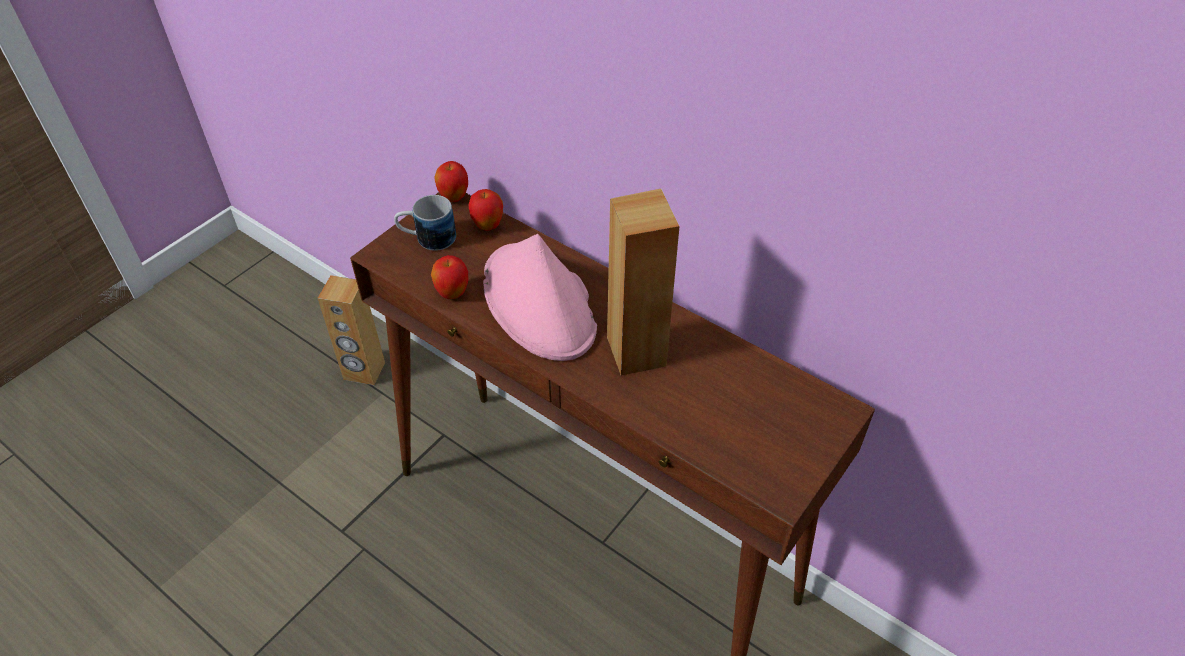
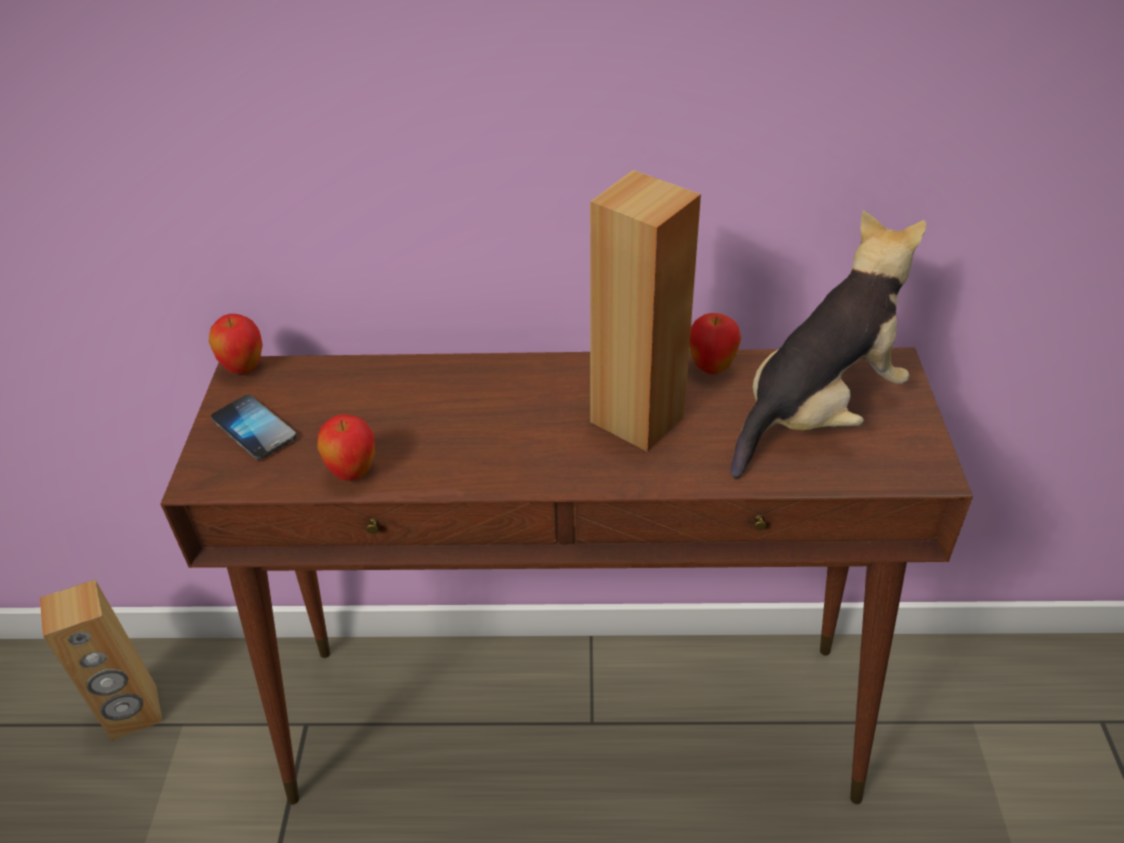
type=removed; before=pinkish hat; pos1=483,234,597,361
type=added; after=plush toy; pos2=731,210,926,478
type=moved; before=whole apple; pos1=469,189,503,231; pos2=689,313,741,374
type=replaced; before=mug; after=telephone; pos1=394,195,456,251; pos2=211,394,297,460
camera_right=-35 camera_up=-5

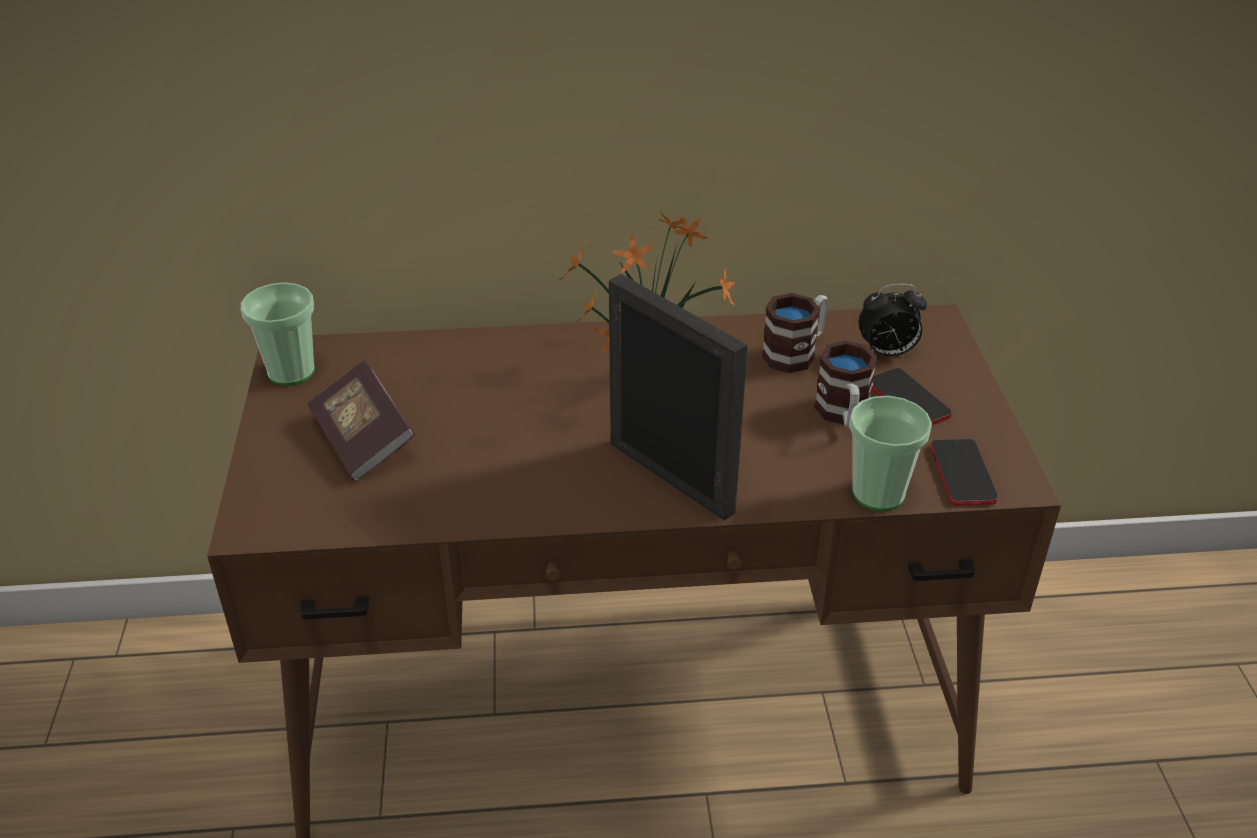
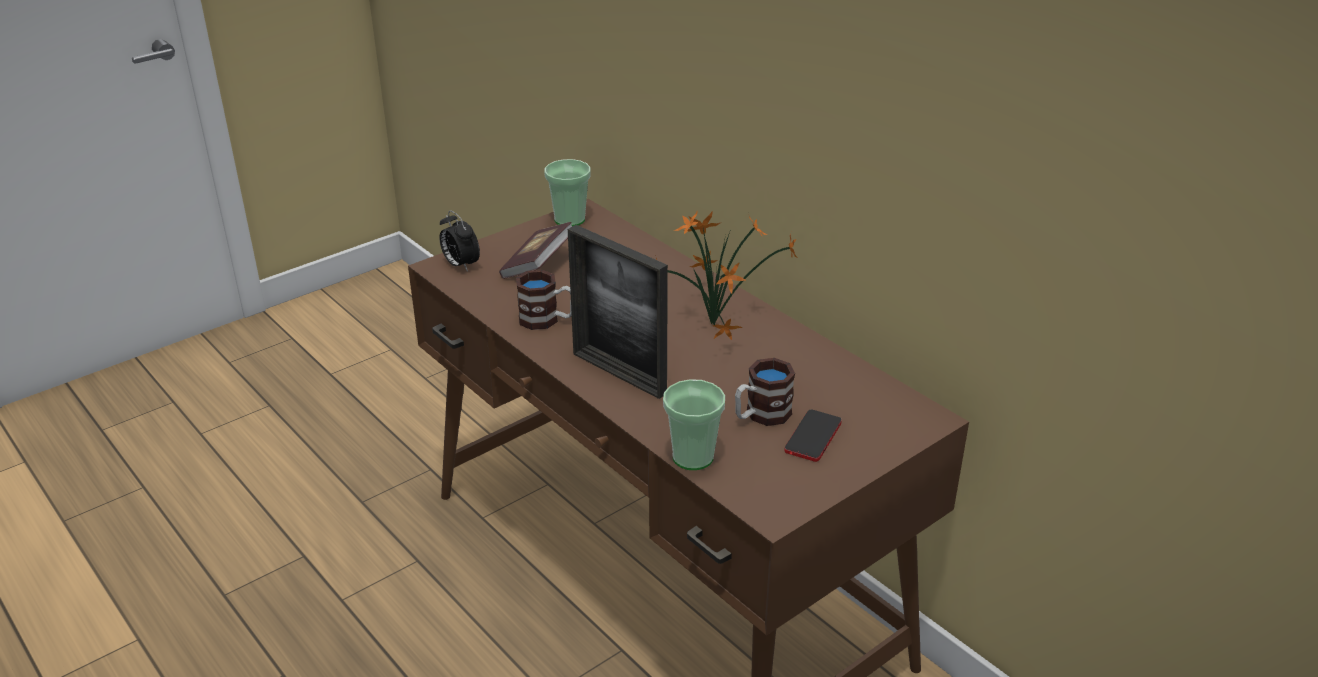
type=removed; before=telephone; pos1=930,439,998,505
type=moved; before=mug; pos1=762,293,828,373; pos2=516,270,572,330
type=moved; before=bedside clock; pos1=859,284,927,356; pos2=439,210,480,272
type=turned; before=picture frame; pos1=609,274,748,521; pos2=568,225,668,399; turn=120
camera_right=55 camera_up=-5

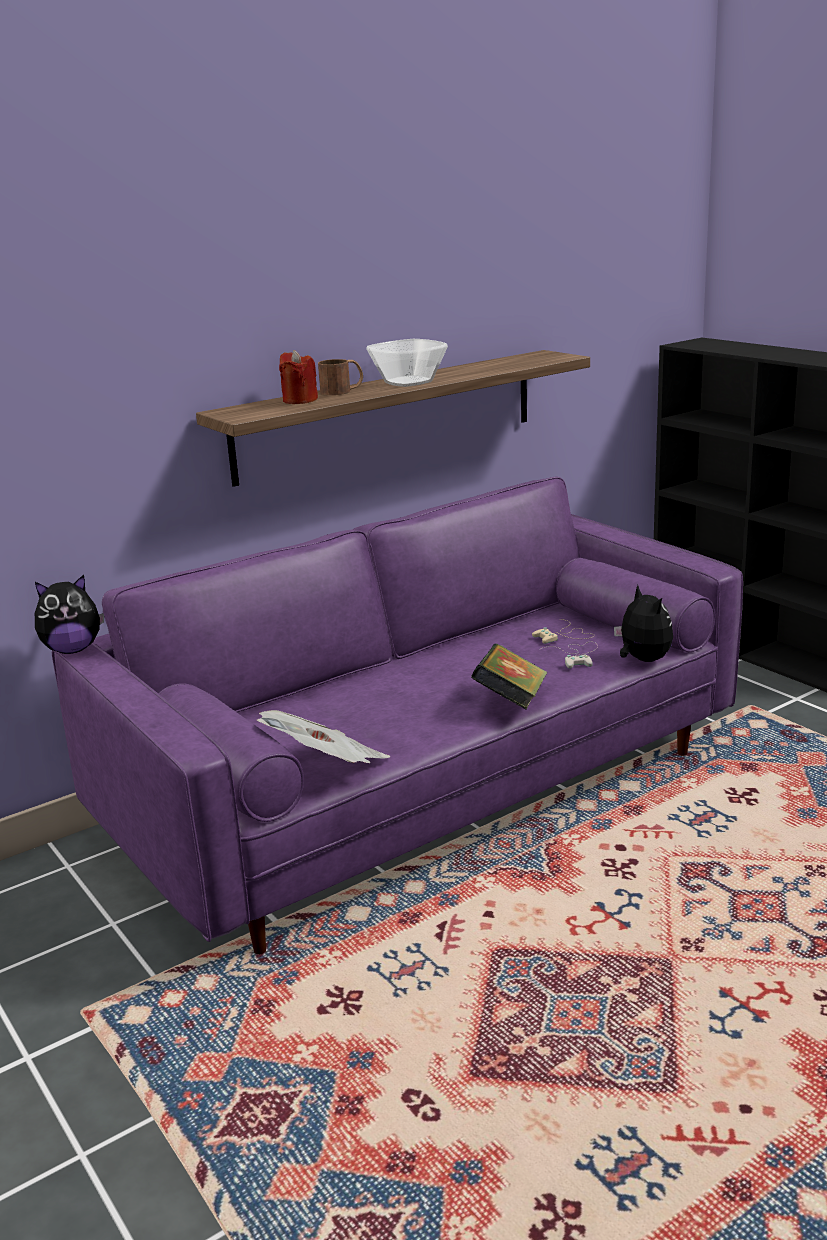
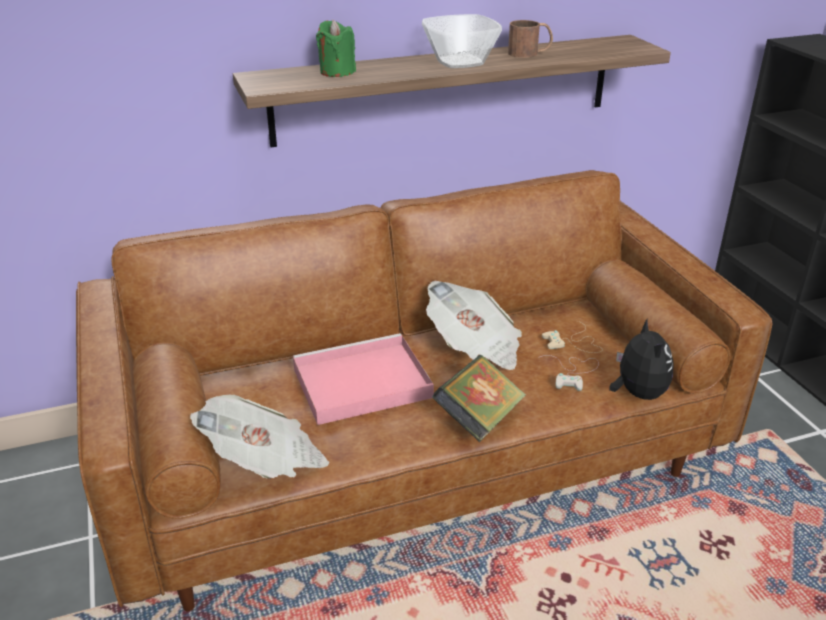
type=removed; before=plush toy; pos1=35,575,104,654
type=added; after=pinkish serving tray; pos2=293,333,434,425
type=added; after=printed paper; pos2=426,281,522,370
type=moved; before=brown mug; pos1=318,359,363,395; pos2=508,20,553,58
type=recoloured; before=purple settee; after=brown settee; pos1=52,477,743,954; pos2=76,170,772,611
type=recoloured; before=red-coloured candle; after=green candle; pos1=279,350,318,404; pos2=316,20,356,77
camera_right=15 camera_up=10

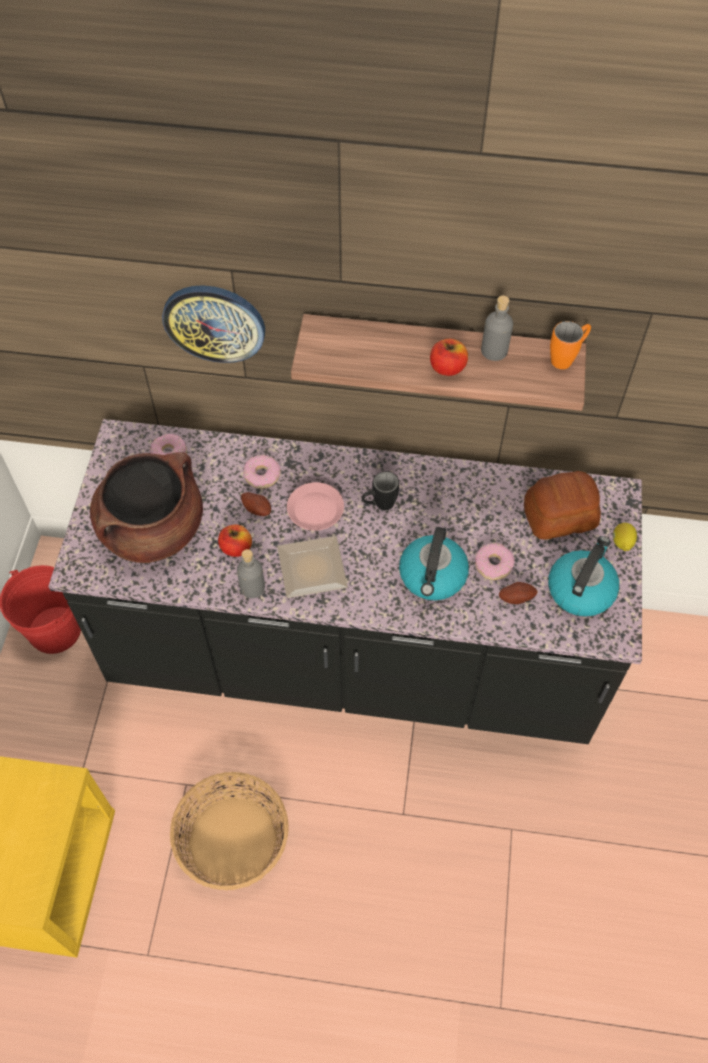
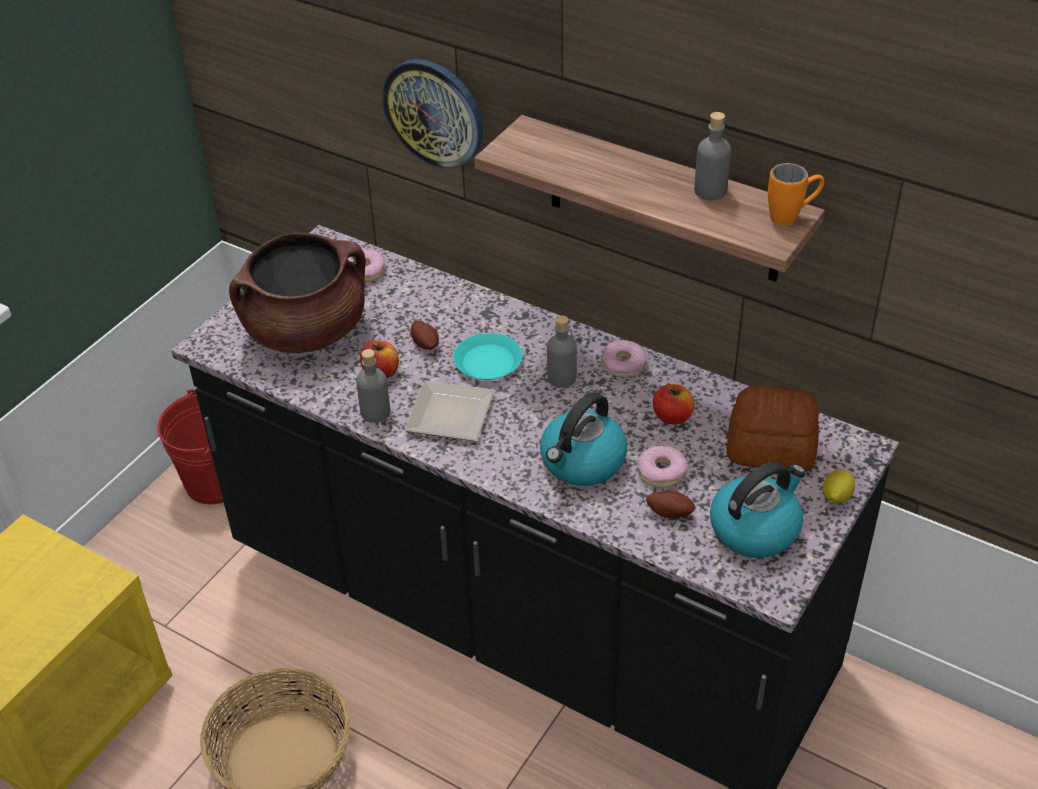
type=moved; before=donut; pos1=243,455,280,489; pos2=600,340,647,378
type=moved; before=whole apple; pos1=430,339,468,376; pos2=653,384,695,425
type=replaced; before=black-coloured mug; after=greyish bottle; pos1=362,471,399,510; pos2=547,315,577,388
type=recoloured; before=pinkish plate; after=turquoise plate; pos1=287,482,344,531; pos2=453,333,523,380
camera_right=25 camera_up=-15

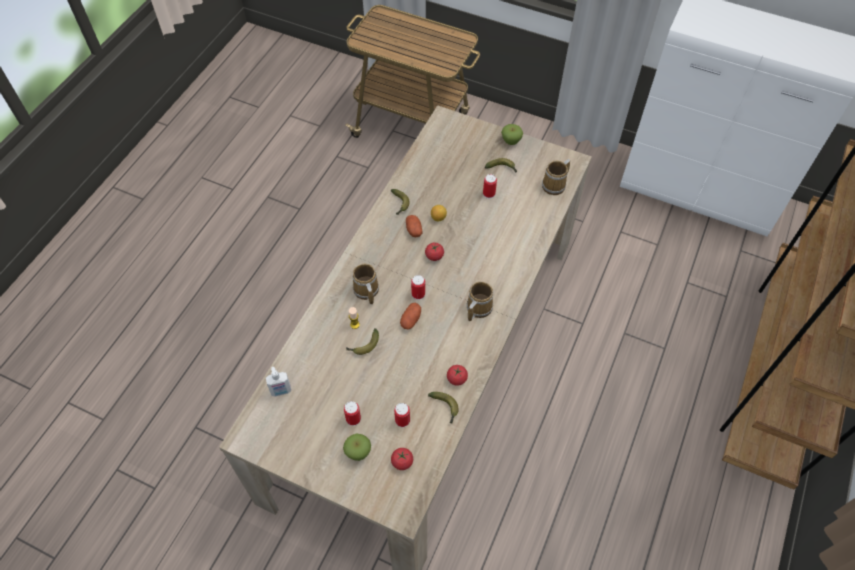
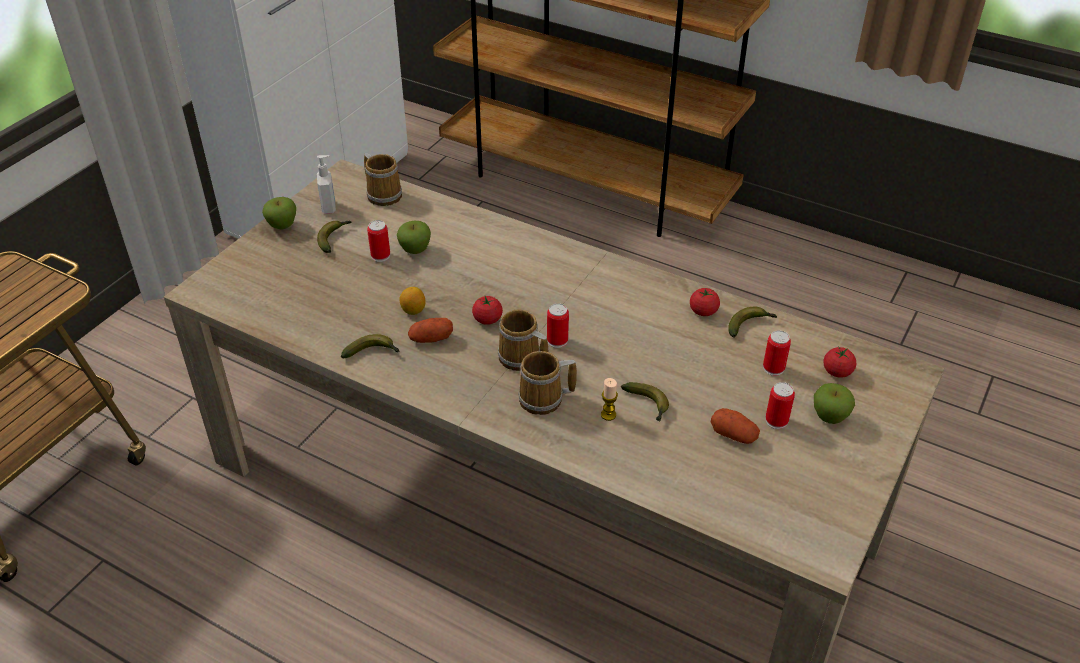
type=added; after=whole apple; pos2=397,220,431,254
type=moved; before=liquid soap bottle; pos1=266,367,291,397; pos2=317,155,336,214
type=moved; before=whole potato; pos1=400,303,421,330; pos2=711,408,760,444
type=moved; before=mug; pos1=467,282,494,321; pos2=498,309,548,371
camera_right=-85 camera_up=-15

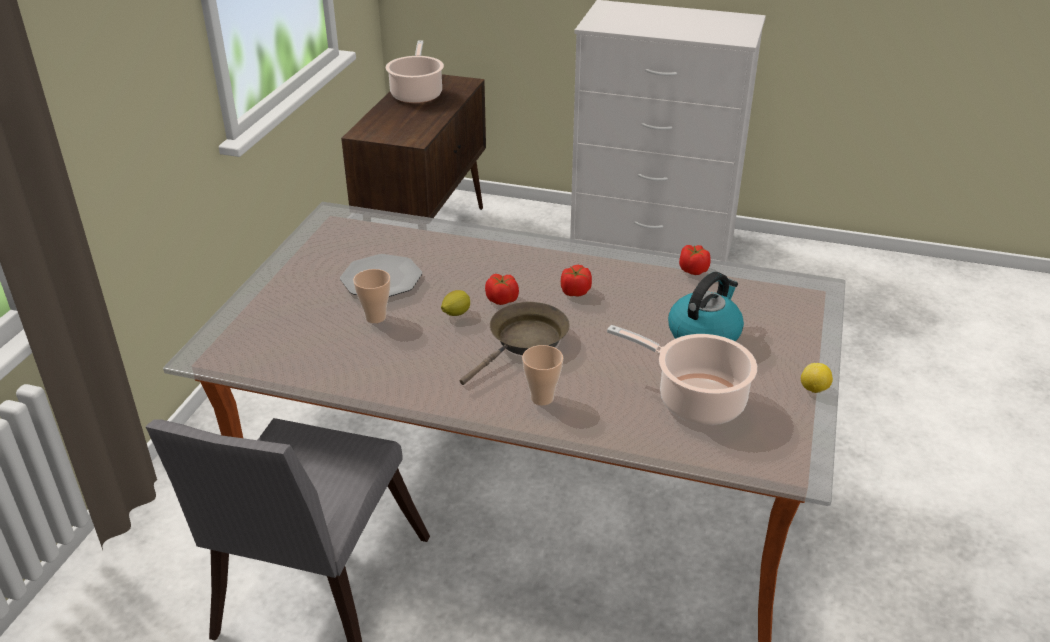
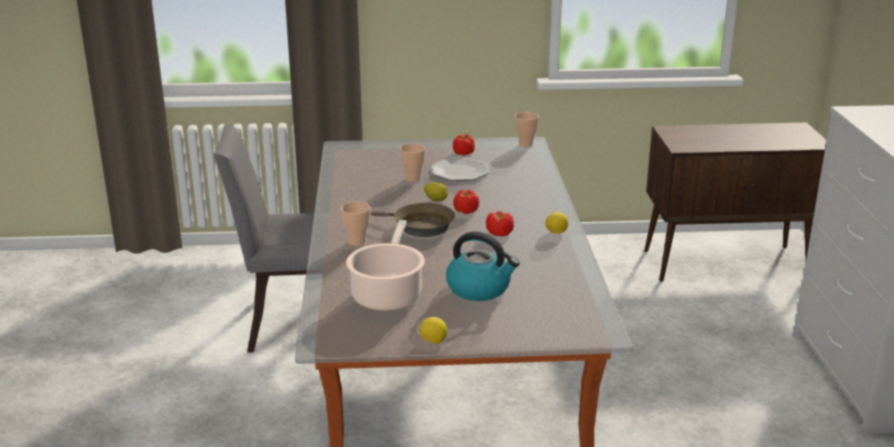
type=removed; before=cooking pot; pos1=386,40,444,103
type=added; after=cup; pos2=515,112,539,147
type=added; after=whole lemon; pos2=546,212,568,234
type=moved; before=tomato; pos1=679,245,711,275; pos2=453,134,475,156
camera_right=70 camera_up=-10

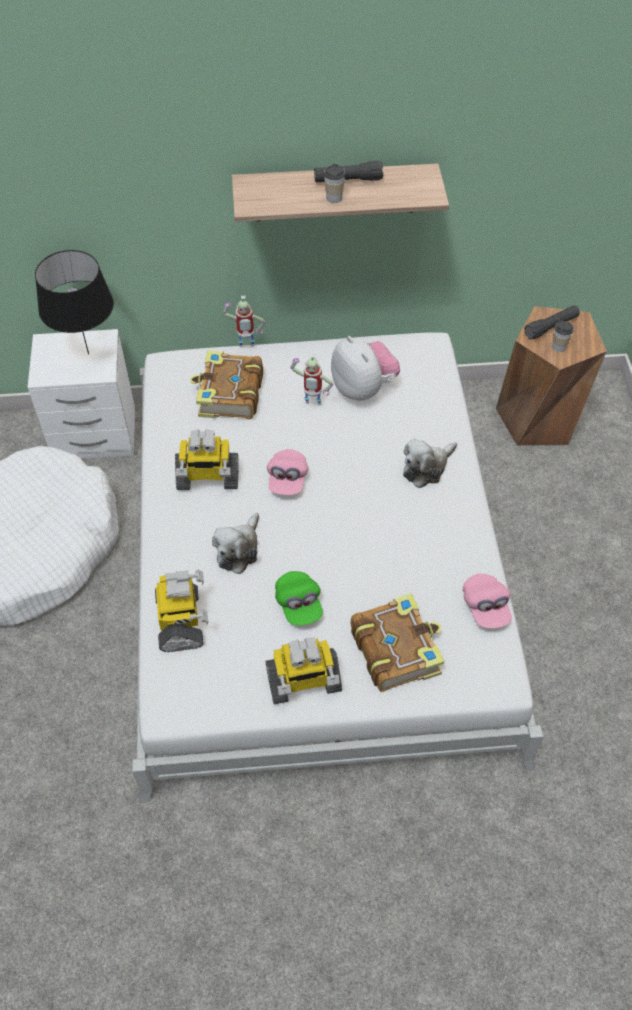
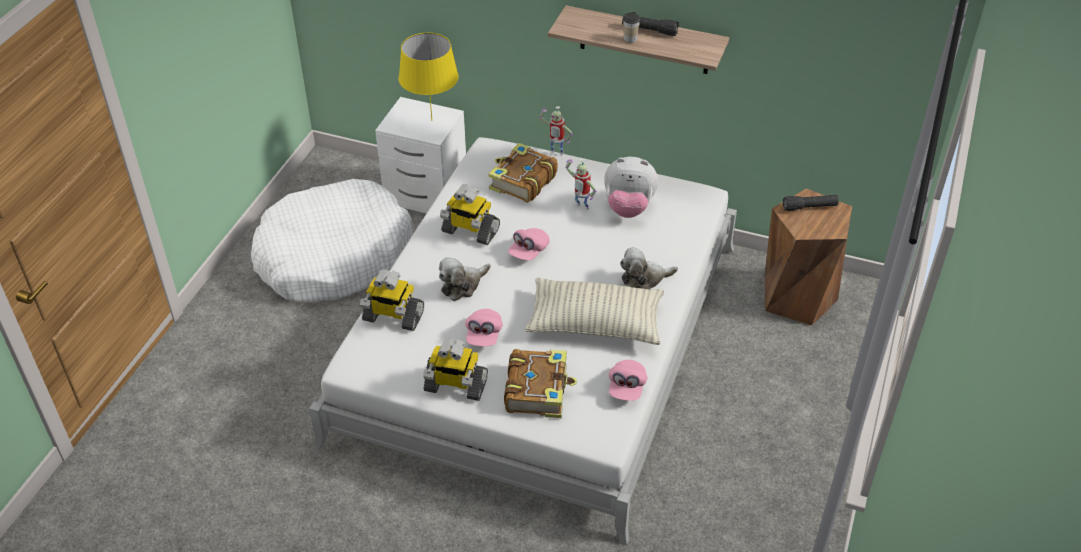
type=removed; before=cup; pos1=552,321,574,352
type=added; after=cushion; pos2=525,277,664,345
type=recoloured; before=black-coloured table lamp; after=yellowish table lamp; pos1=35,250,114,354; pos2=399,33,458,120
type=recoloured; before=green peaked cap; after=pinkish peaked cap; pos1=275,571,323,625; pos2=465,309,503,346
type=turned; before=robot figure; pos1=155,570,208,652; pos2=360,269,424,331; turn=90
type=turned; before=plush toy; pos1=331,336,400,401; pos2=604,157,658,218; turn=105
camera_right=25 camera_up=-10

